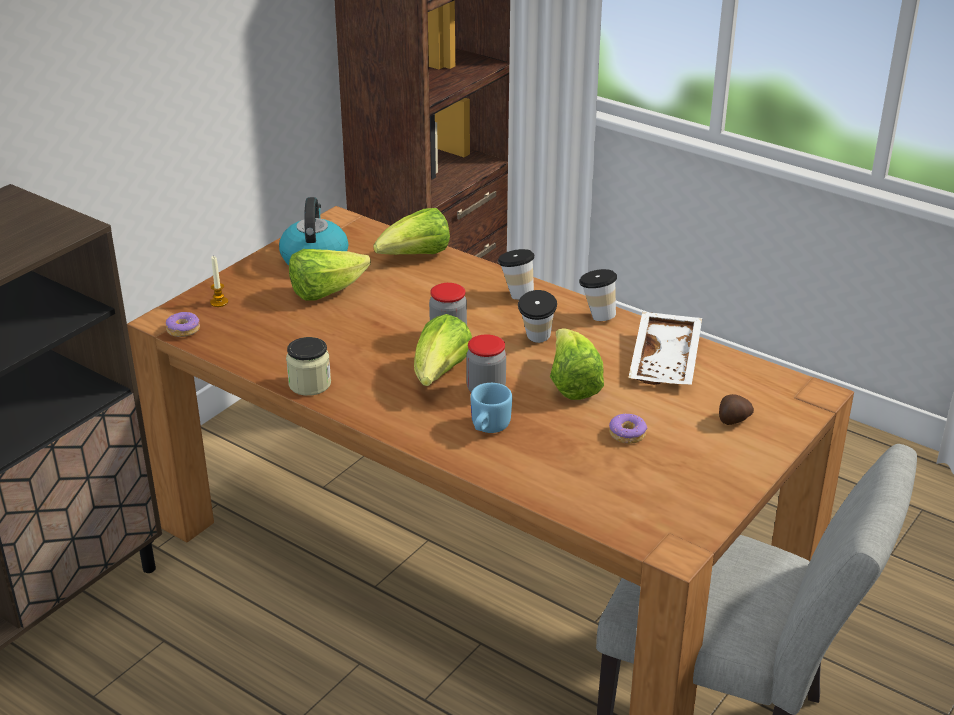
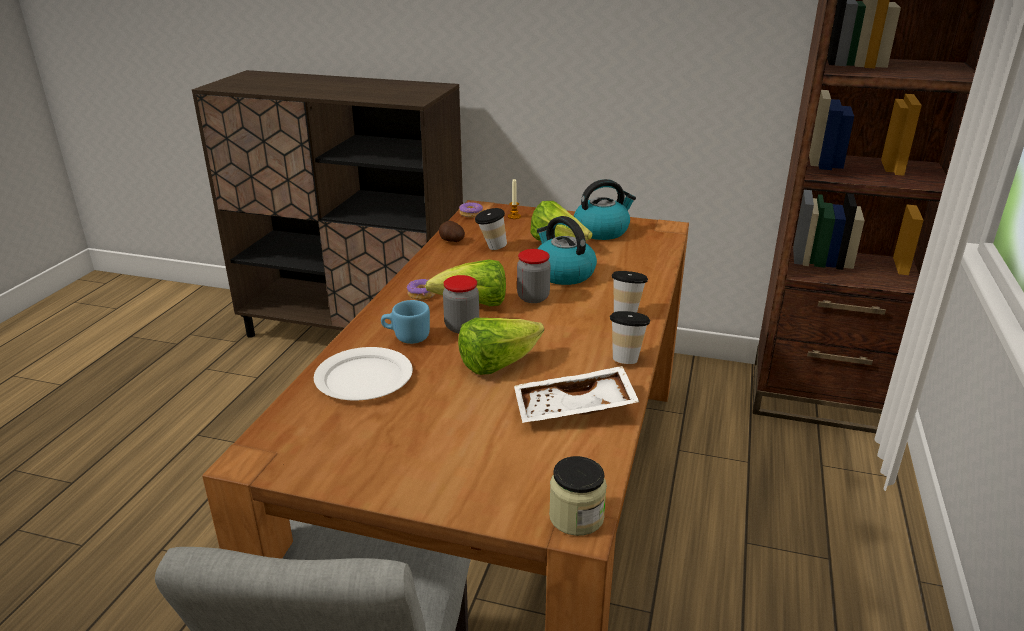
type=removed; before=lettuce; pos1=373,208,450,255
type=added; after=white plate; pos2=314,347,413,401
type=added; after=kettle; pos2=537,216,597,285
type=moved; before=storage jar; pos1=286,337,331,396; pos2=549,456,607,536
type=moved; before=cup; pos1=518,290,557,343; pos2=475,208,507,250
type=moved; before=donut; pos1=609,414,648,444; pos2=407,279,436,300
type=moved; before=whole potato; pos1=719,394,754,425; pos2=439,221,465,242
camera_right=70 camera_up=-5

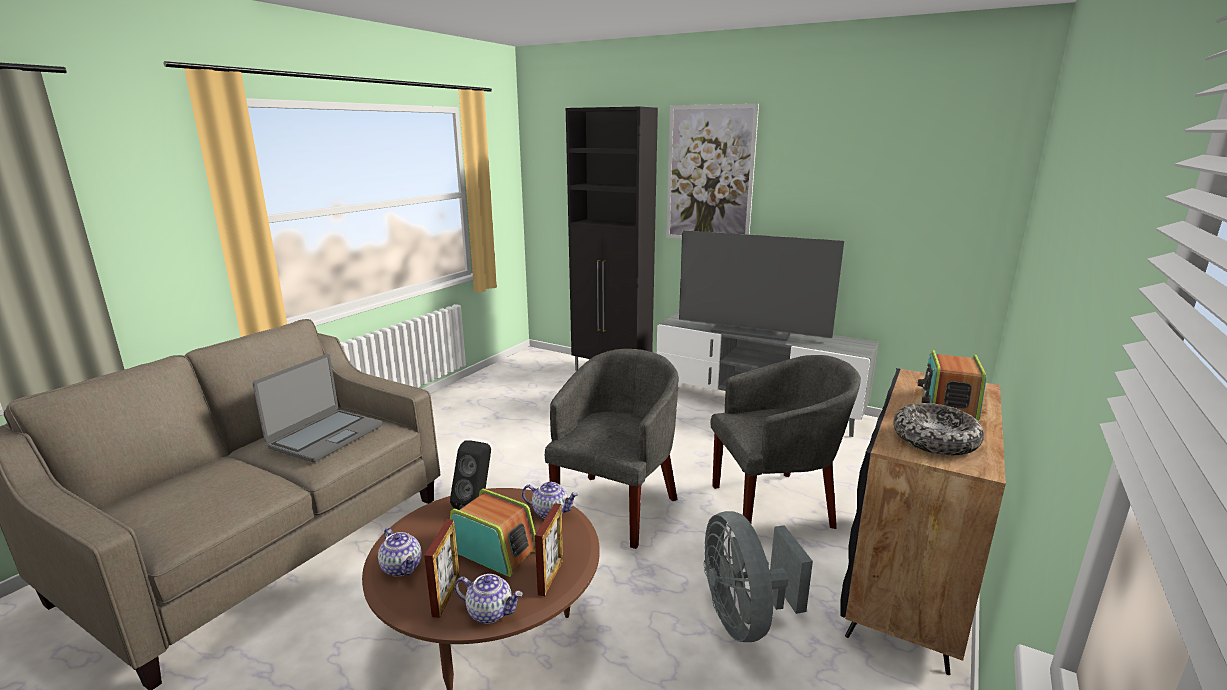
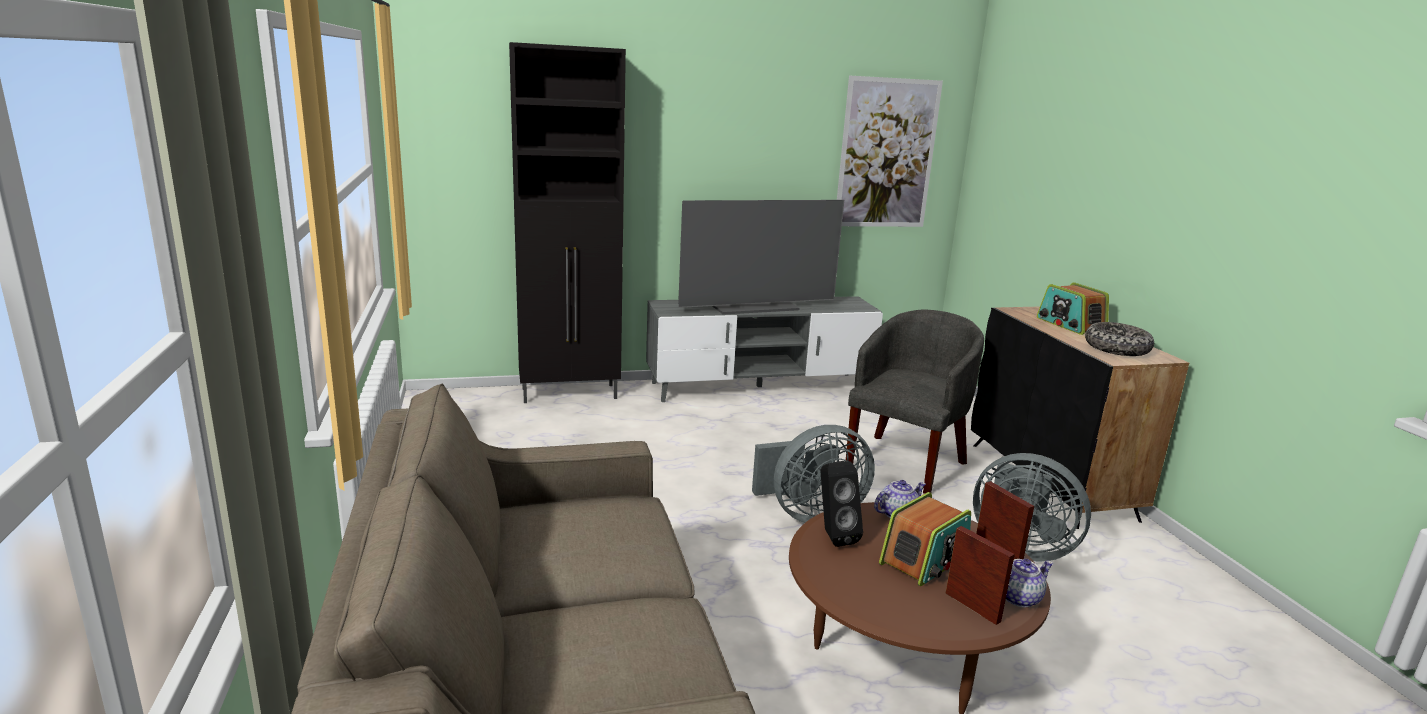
type=removed; before=notebook computer; pos1=253,354,382,462
type=removed; before=teapot; pos1=378,528,422,577
type=moved; before=wall art; pos1=666,104,759,239; pos2=837,76,943,227
type=replaced; before=greyish easy chair; after=greyish electric fan; pos1=545,349,679,549; pos2=752,425,875,523
type=turned; before=radio; pos1=450,489,536,577; pos2=879,492,971,586; turn=150
camera_right=-45 camera_up=0

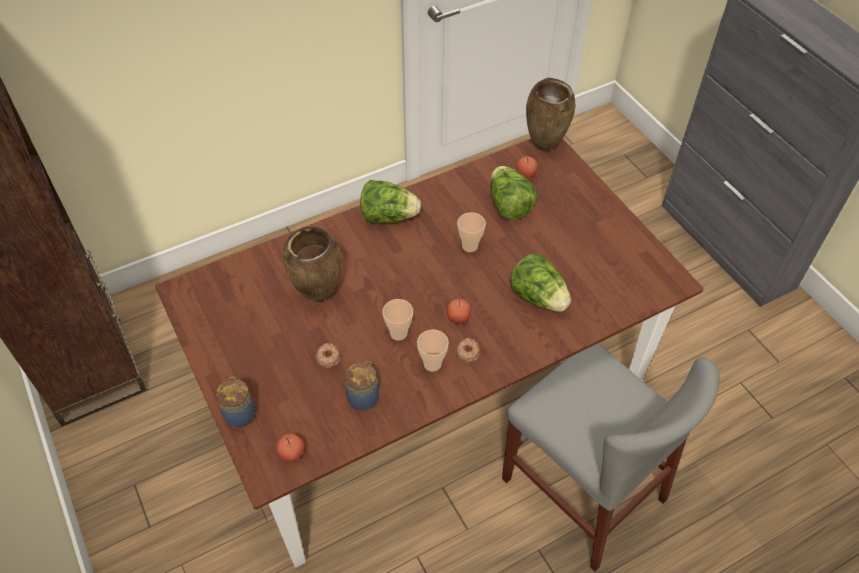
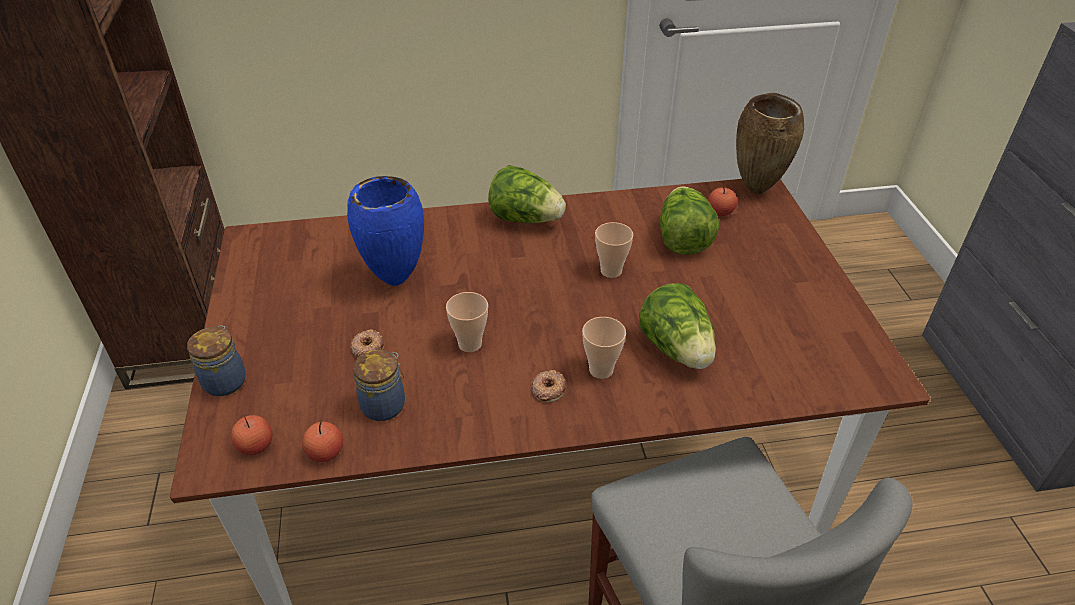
type=moved; before=cup; pos1=417,330,449,372; pos2=582,317,626,379
type=moved; before=whole apple; pos1=447,299,471,324; pos2=302,421,343,462
type=recoloured; before=brown decorative vase; after=bluish decorative vase; pos1=283,227,341,302; pos2=347,176,424,286
camera_right=20 camera_up=-10

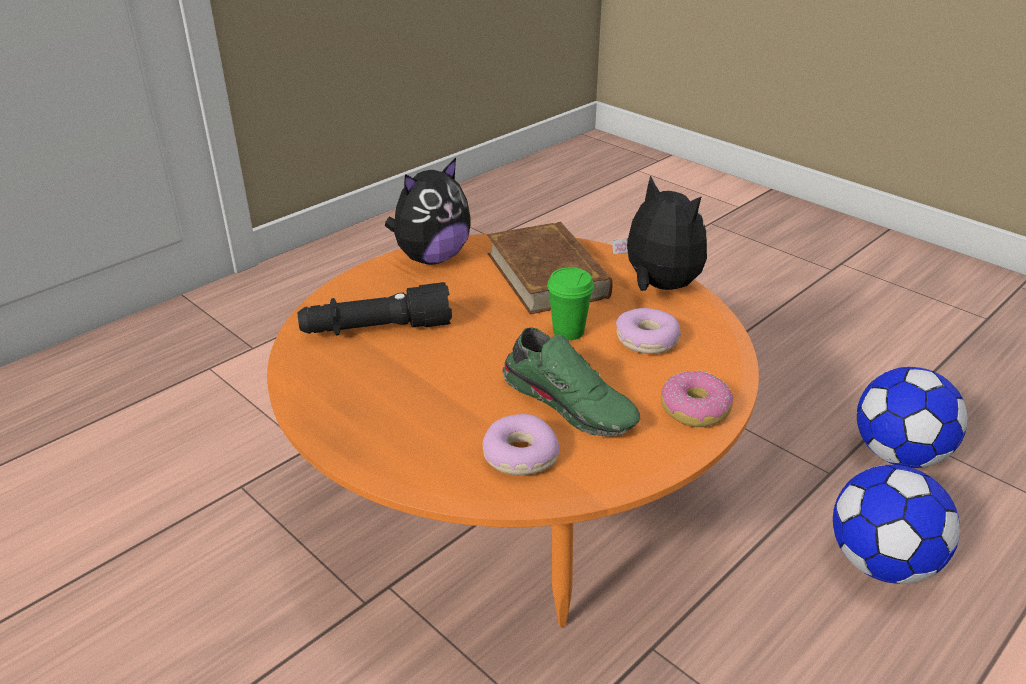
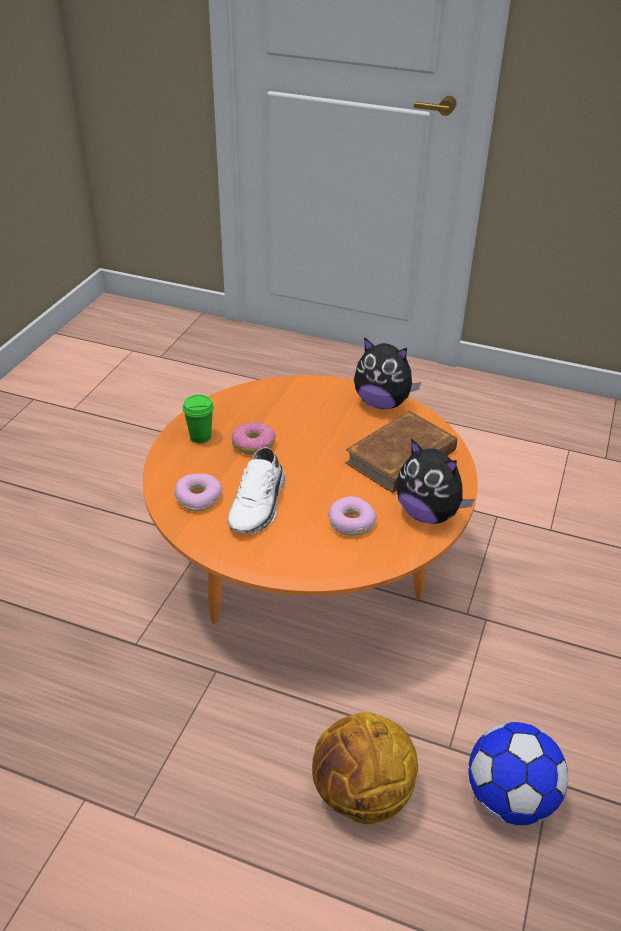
type=removed; before=black-coloured flashlight; pos1=298,282,452,336
type=moved; before=green cup; pos1=547,267,594,340; pos2=183,395,214,443
type=moved; before=donut; pos1=661,371,733,427; pos2=232,422,276,455
type=replaced; before=football ball; after=basketball; pos1=833,465,960,584; pos2=312,712,418,824
type=recoloured; before=green item of footwear; after=white item of footwear; pos1=503,327,640,437; pos2=228,447,285,533
type=turned; before=plush toy; pos1=612,175,707,291; pos2=396,439,475,524; turn=105
camera_right=65 camera_up=5

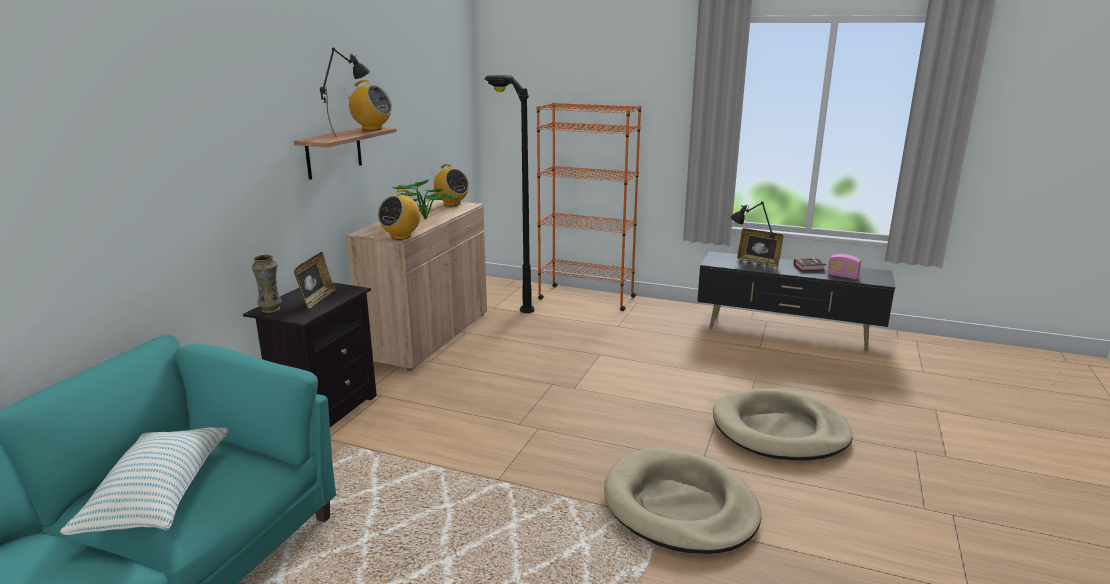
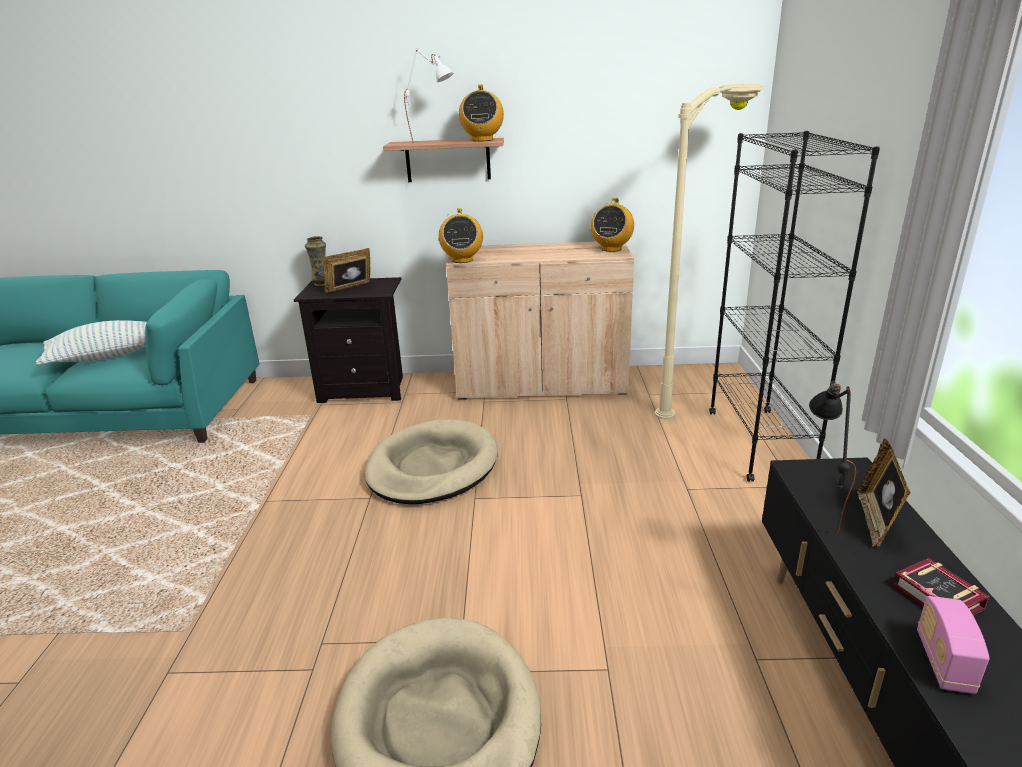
type=removed; before=houseplant; pos1=393,180,460,220
type=moved; before=beige dog bed; pos1=604,448,761,554; pos2=364,419,498,504
type=recoloured; before=black-coloured table lamp; after=white table lamp; pos1=320,47,370,138; pos2=404,48,454,144
type=recoloured; before=black-coloured floor lamp; after=beige floor lamp; pos1=484,75,535,313; pos2=655,84,764,419
type=recoloured; before=orange-coloured shelving unit; after=black-coloured shelving unit; pos1=537,102,641,311; pos2=709,131,880,482
type=turned; before=picture frame; pos1=294,252,336,308; pos2=323,248,370,293; turn=150
type=turned; before=radio; pos1=378,189,420,240; pos2=439,208,483,263; turn=-105
camera_right=70 camera_up=5

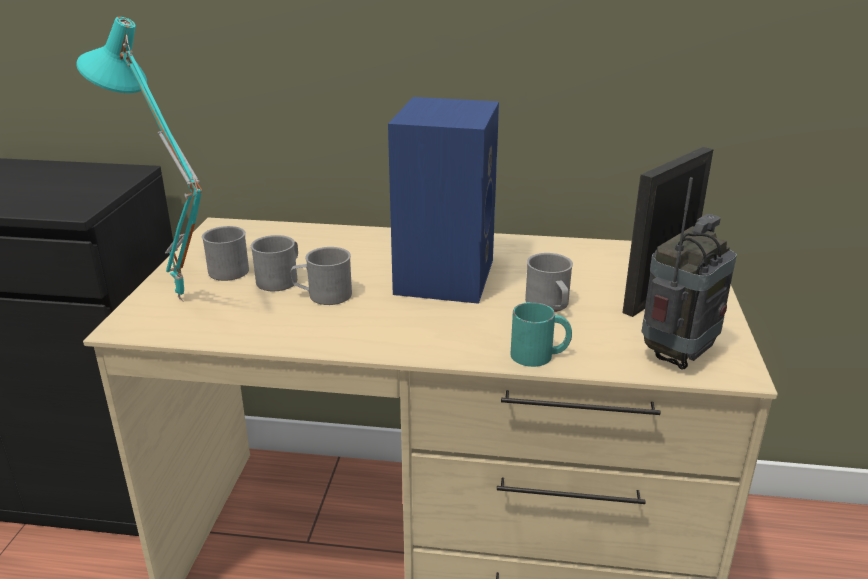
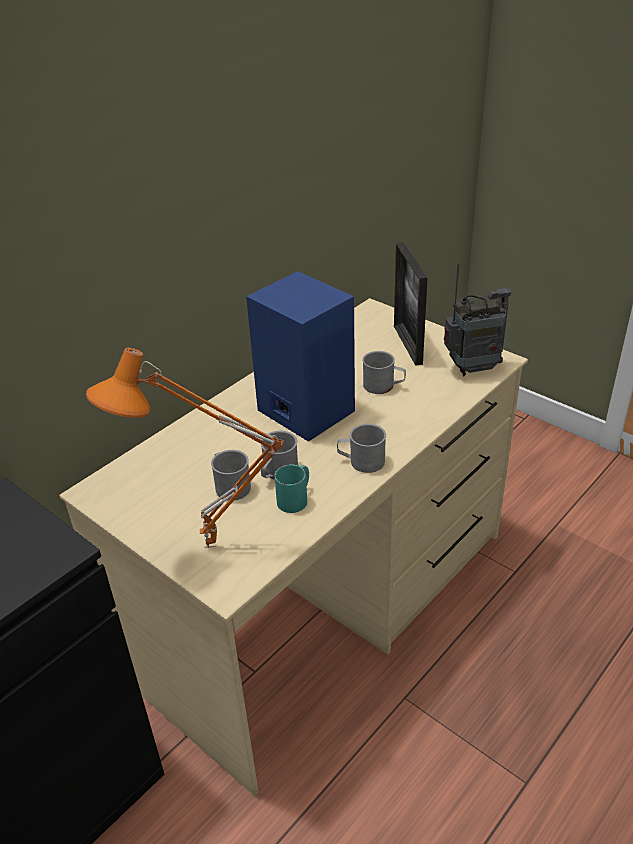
type=moved; before=greyish mug; pos1=202,226,249,281; pos2=337,424,386,473
type=moved; before=turquoise mug; pos1=511,302,572,367; pos2=274,464,309,513
type=recoloured; before=turquoise table lamp; after=orange-coloured table lamp; pos1=76,17,202,302; pos2=86,348,284,548
type=turned; before=radio; pos1=641,177,737,370; pos2=444,263,511,376; turn=90
camera_right=-55 camera_up=10

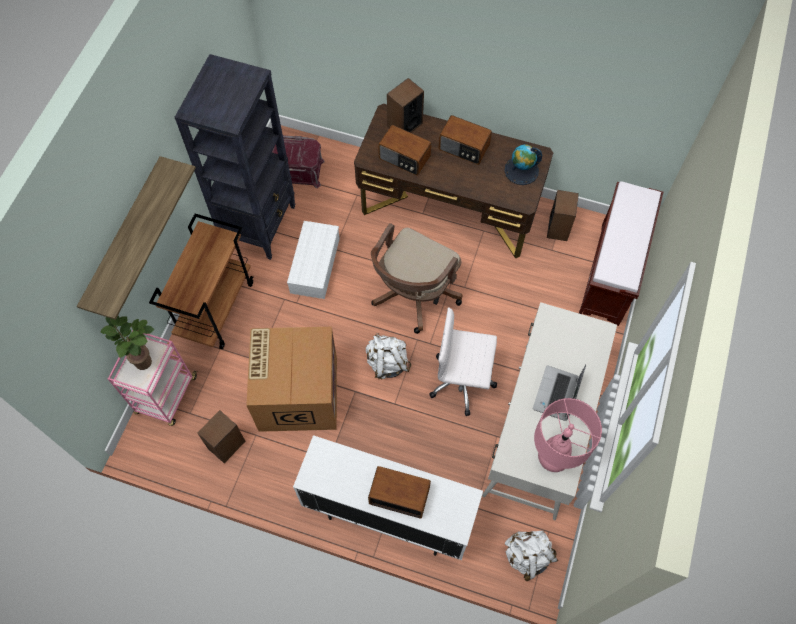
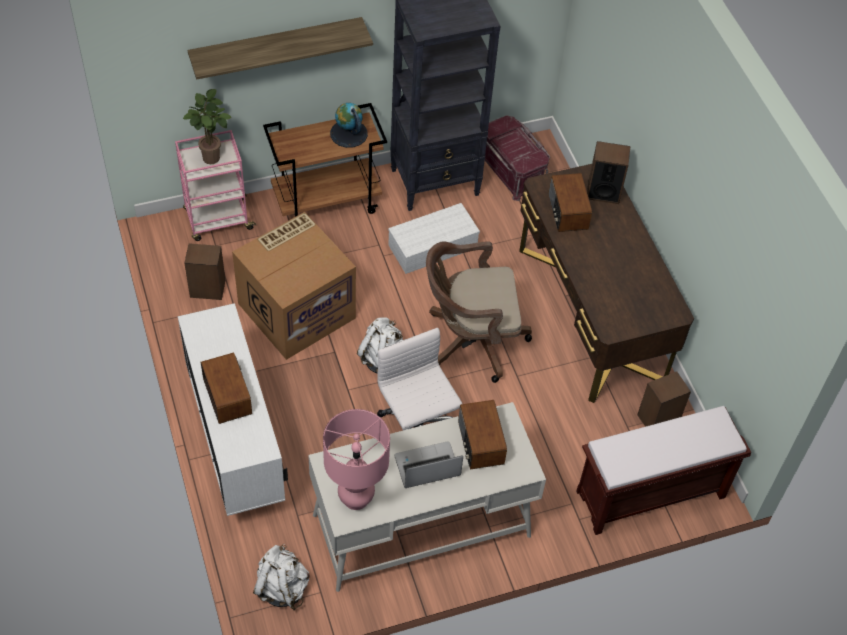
type=moved; before=radio; pos1=439,115,492,165; pos2=458,400,507,470
type=moved; before=globe; pos1=505,145,542,185; pos2=330,103,368,148
camera_right=50 camera_up=-10

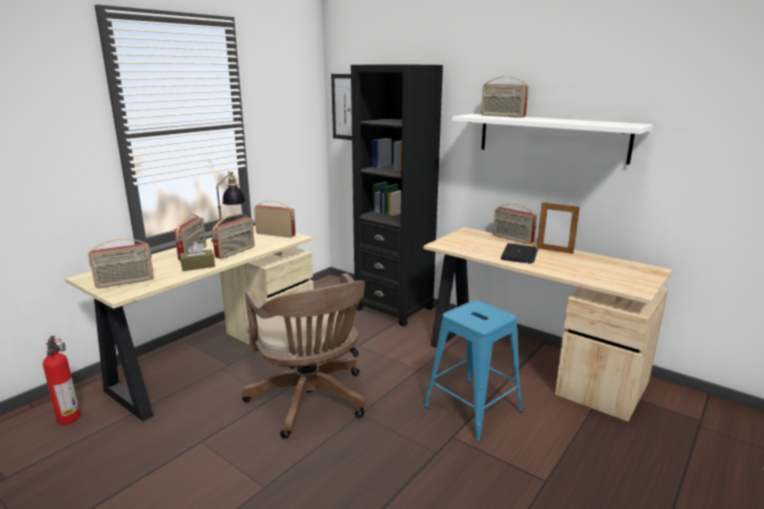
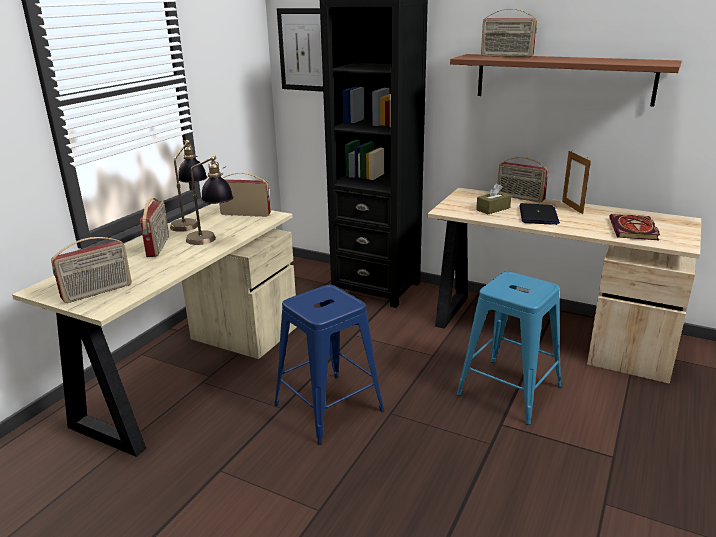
type=removed; before=fire-fighting cylinder; pos1=43,336,80,425
type=added; after=bound book; pos2=609,214,660,240
type=moved; before=brown tissue box; pos1=180,242,215,271; pos2=476,183,511,214
type=replaced; before=radio; after=table lamp; pos1=212,214,255,259; pos2=186,156,233,245
type=replaced; before=brown desk chair; after=bluish stool seat; pos1=242,273,366,439; pos2=274,285,384,445
type=recoloured; before=white shelf; after=brown shelf; pos1=452,114,653,165; pos2=450,54,681,106
type=turned; before=picture frame; pos1=537,201,580,254; pos2=562,151,591,214; turn=60
camera_right=-10 camera_up=5

